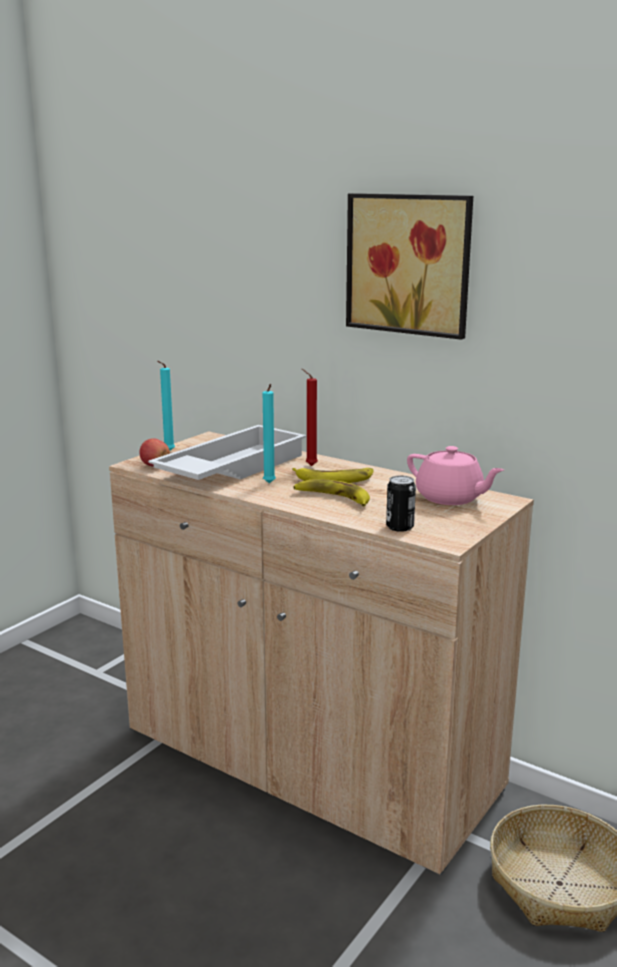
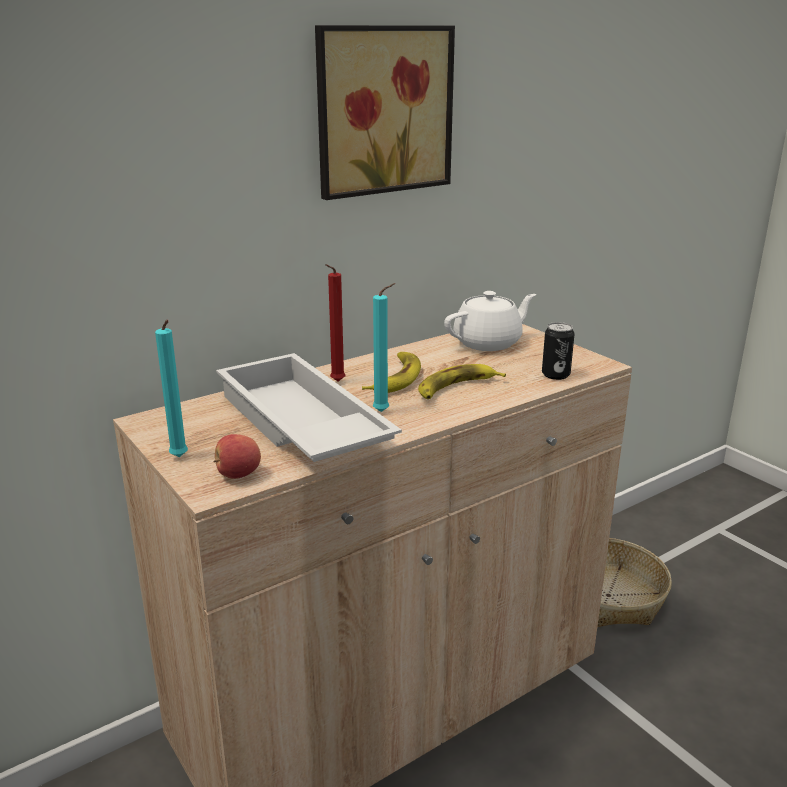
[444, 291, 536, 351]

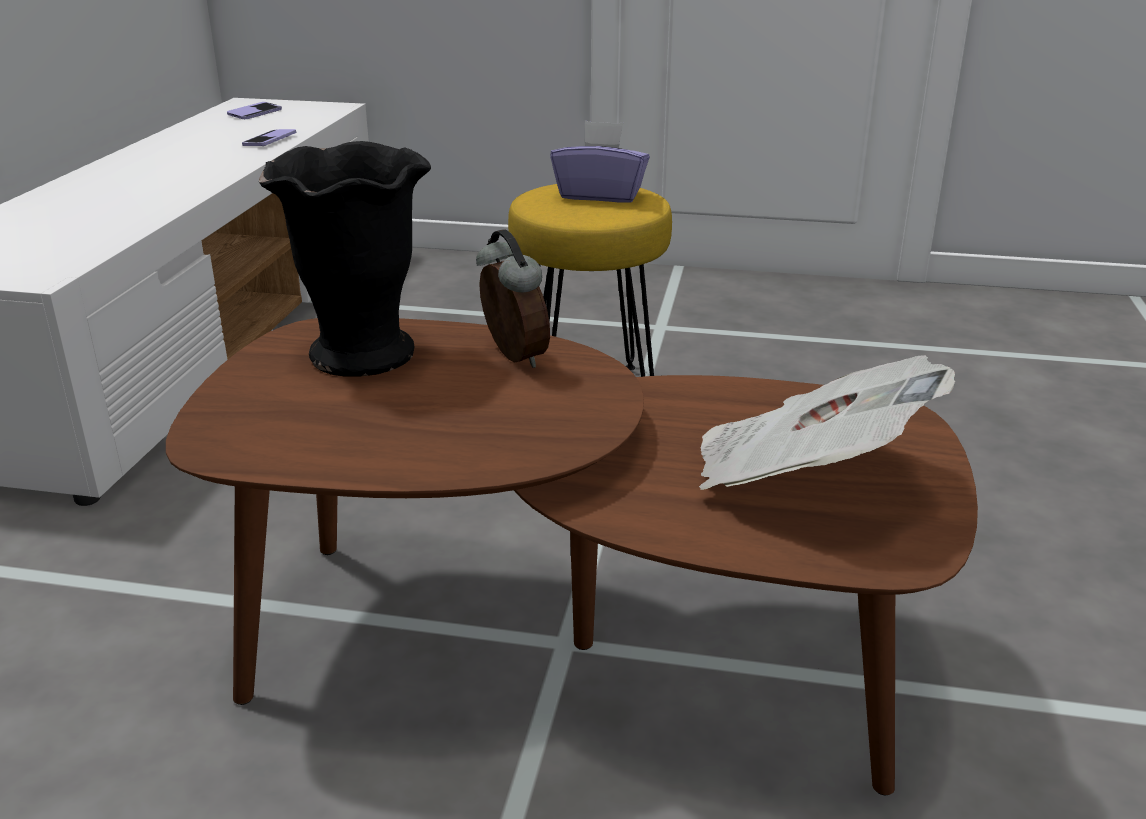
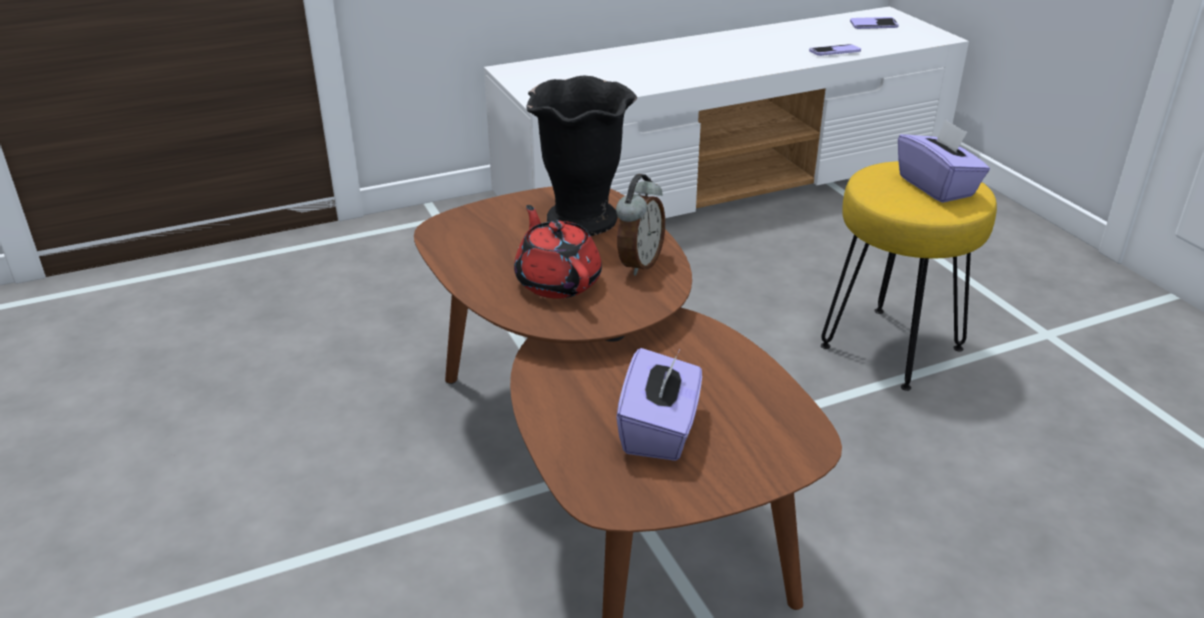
[616, 348, 702, 461]
[514, 205, 602, 298]

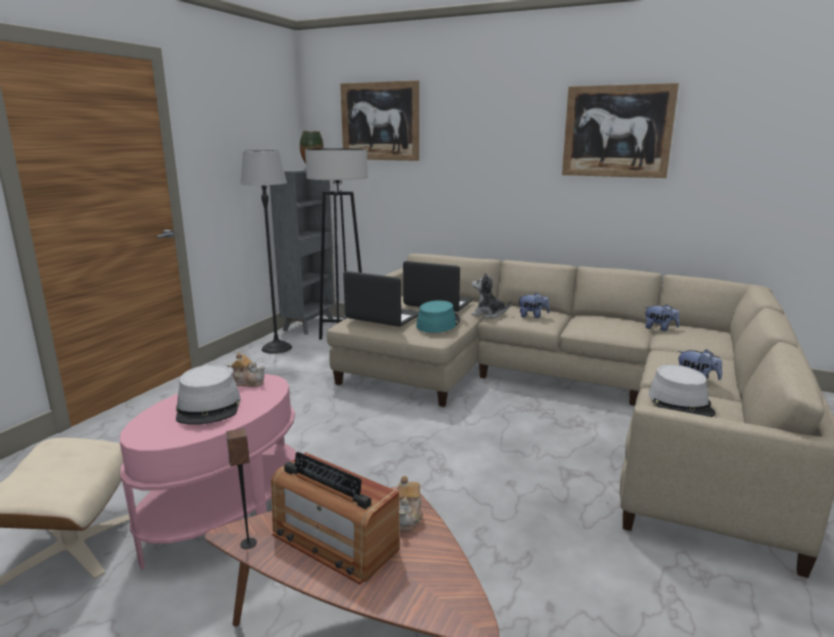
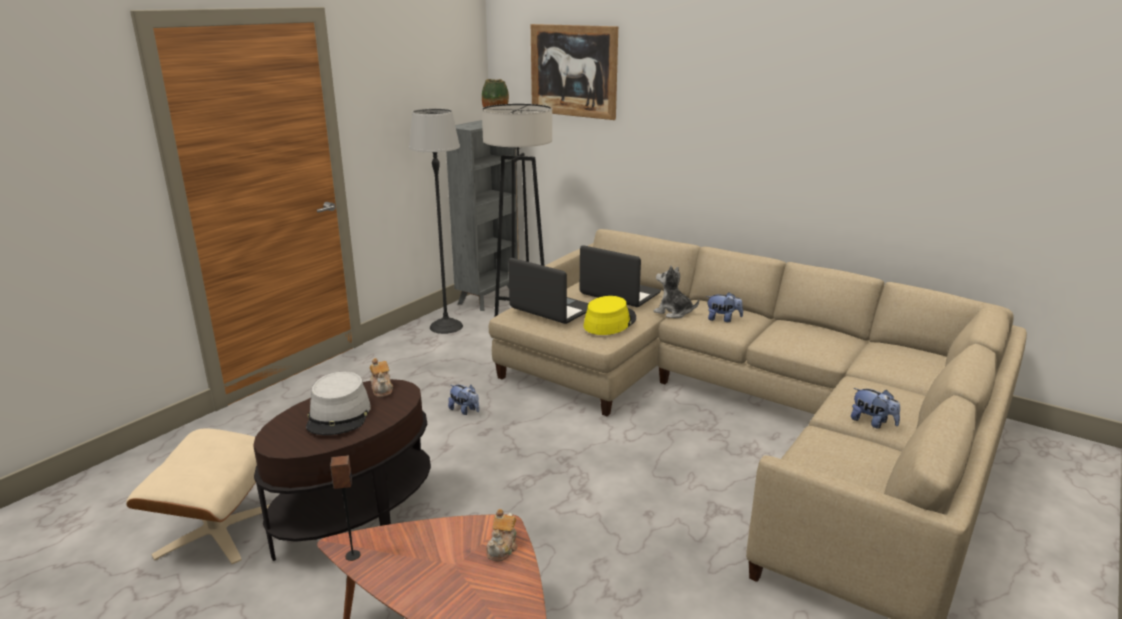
[562, 83, 679, 178] (first image)
[584, 296, 636, 335]
[448, 385, 479, 415]
[370, 358, 393, 397]
[648, 365, 716, 417] (first image)
[253, 379, 431, 561]
[271, 452, 400, 584] (first image)

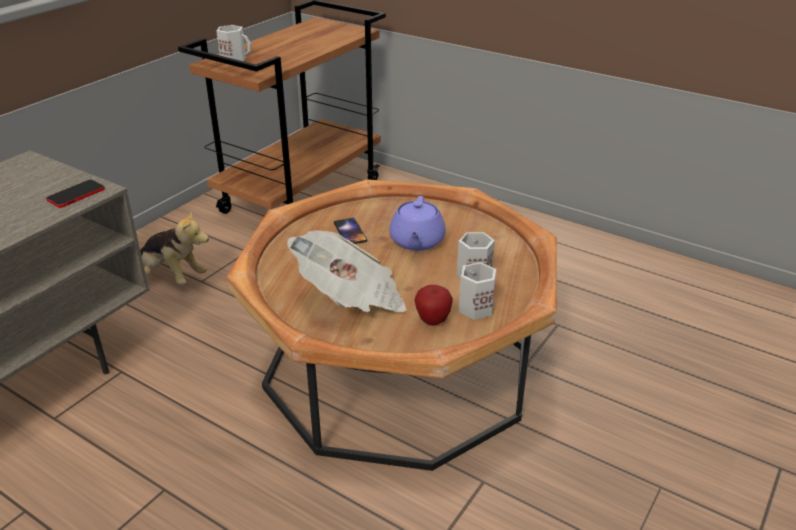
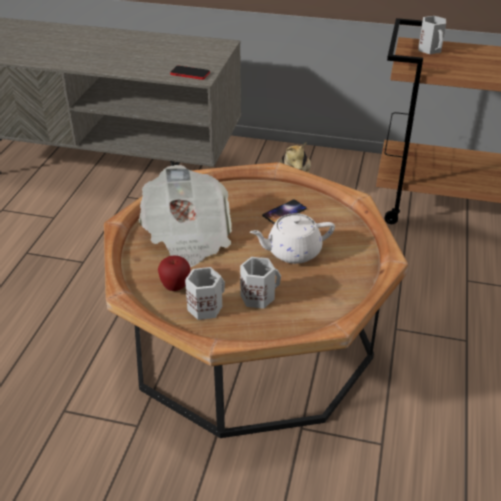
[250, 213, 335, 264]

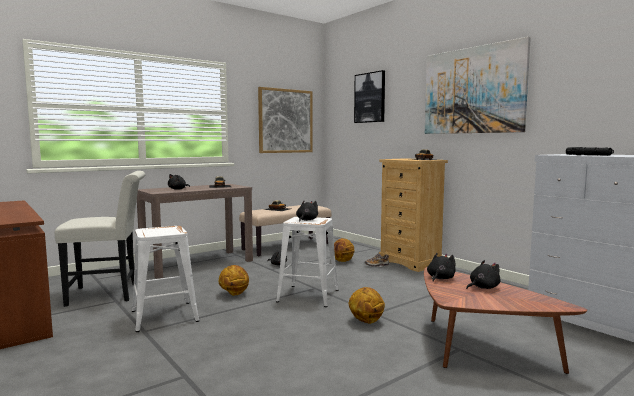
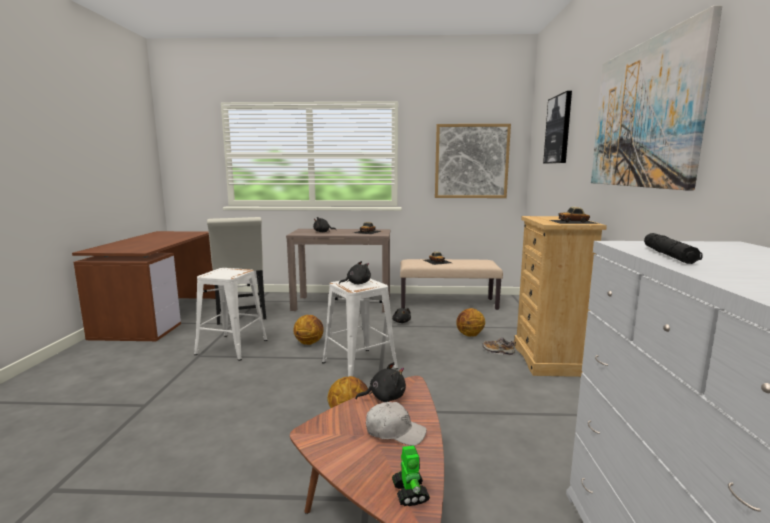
[207, 217, 266, 325]
[366, 402, 427, 446]
[392, 445, 430, 506]

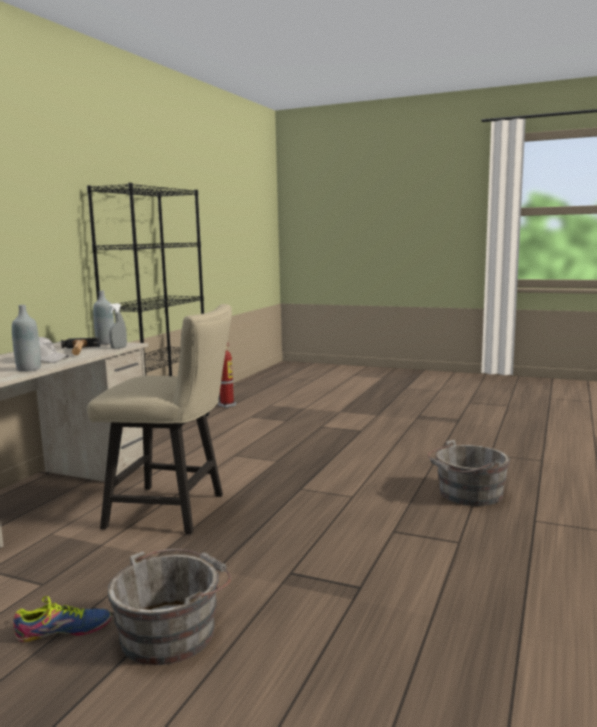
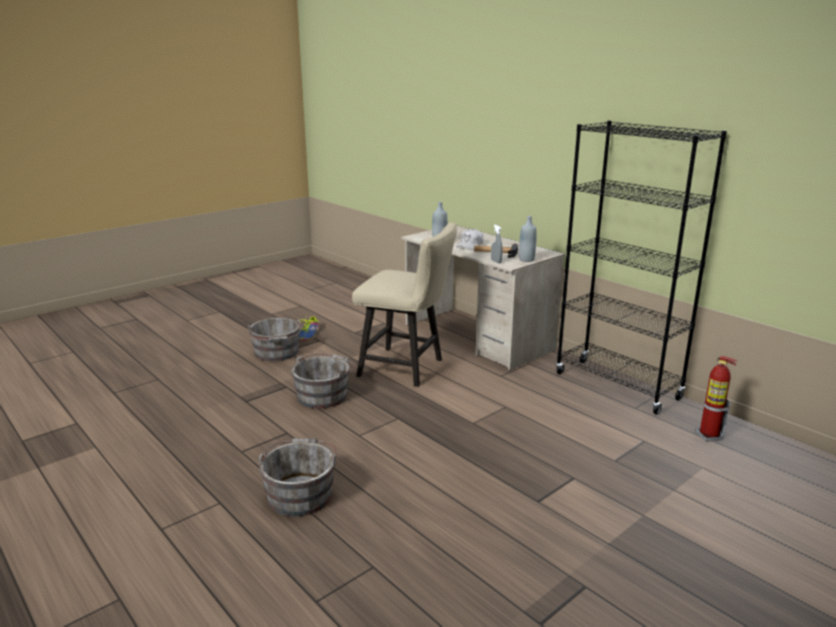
[352, 223, 457, 387]
[291, 354, 356, 409]

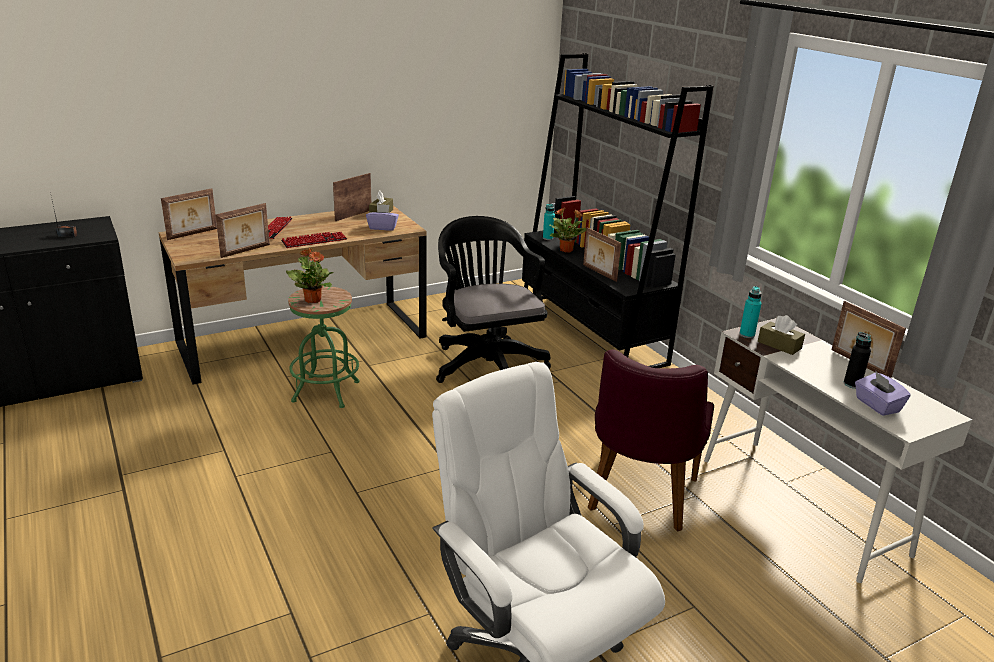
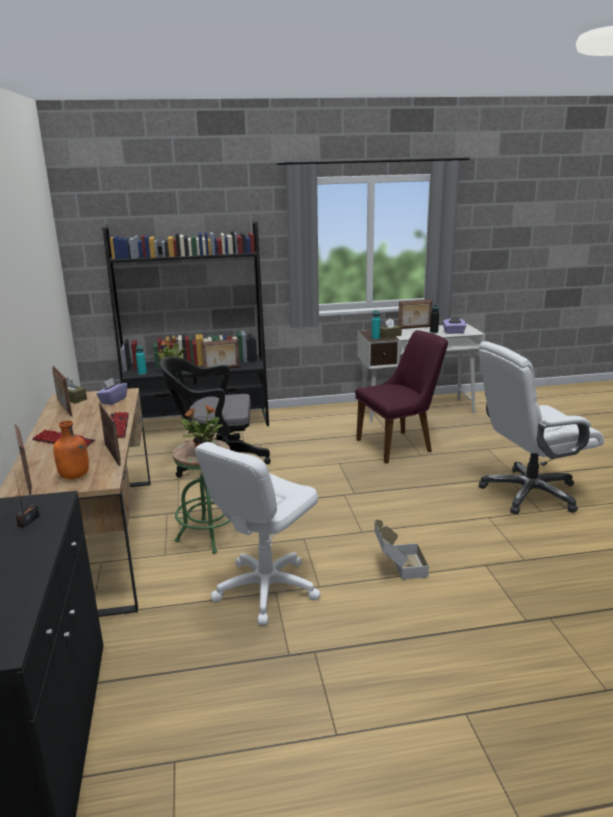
[355, 330, 448, 464]
[53, 421, 89, 479]
[195, 442, 321, 625]
[375, 520, 429, 580]

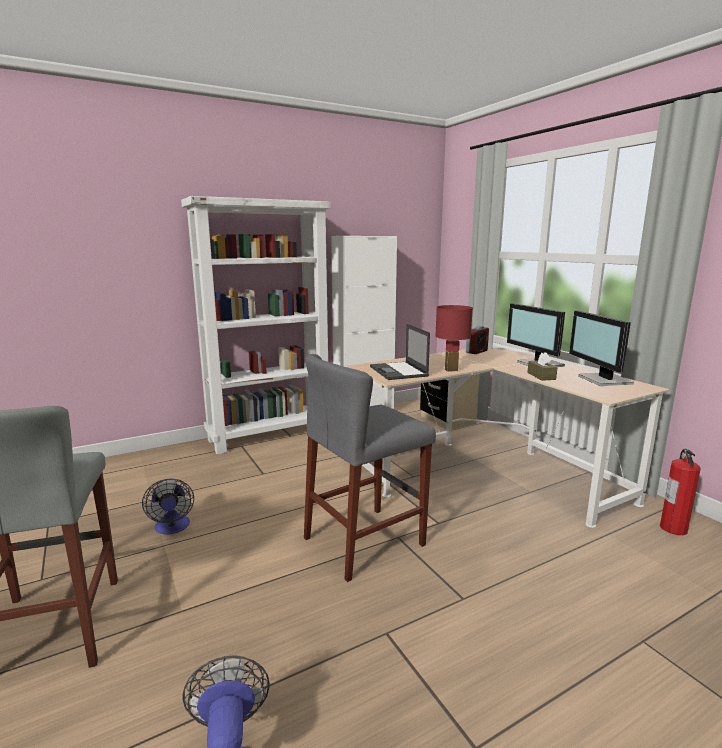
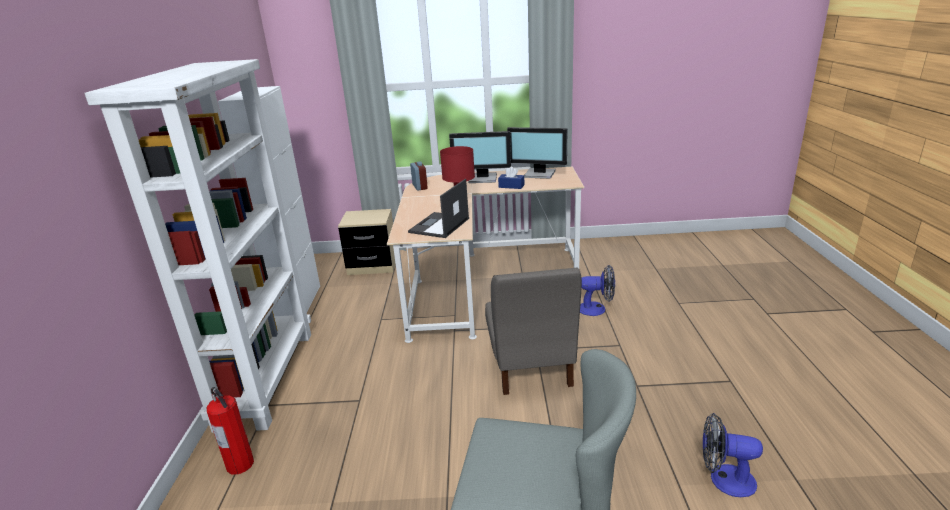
[408, 179, 469, 238]
[498, 167, 524, 189]
[485, 268, 582, 395]
[207, 387, 254, 474]
[580, 265, 615, 316]

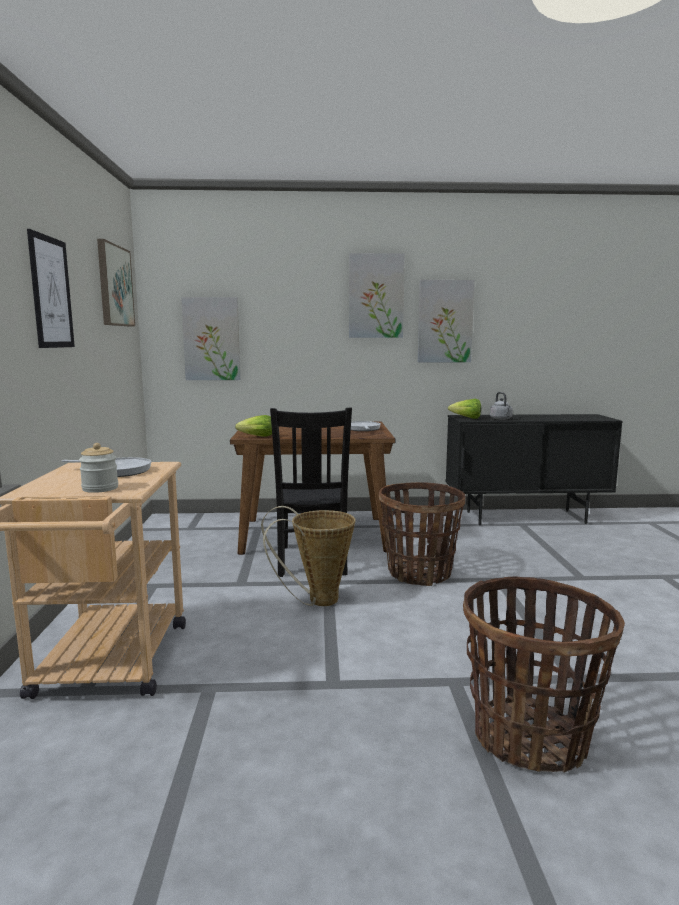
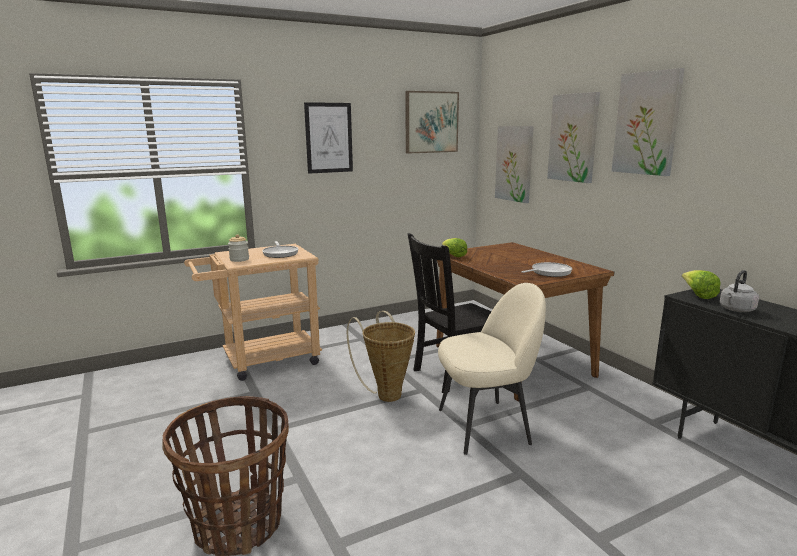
[547, 92, 600, 183]
[438, 283, 546, 455]

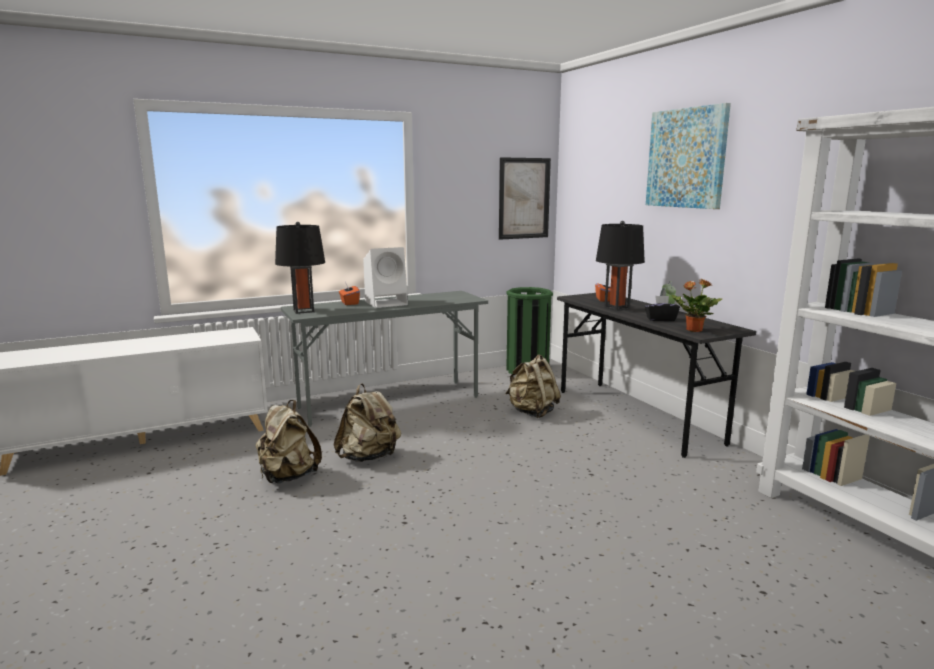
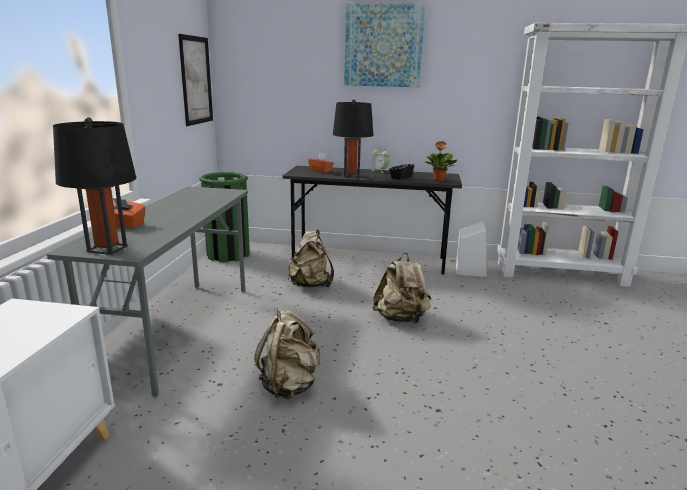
[456, 222, 487, 277]
[372, 253, 431, 324]

